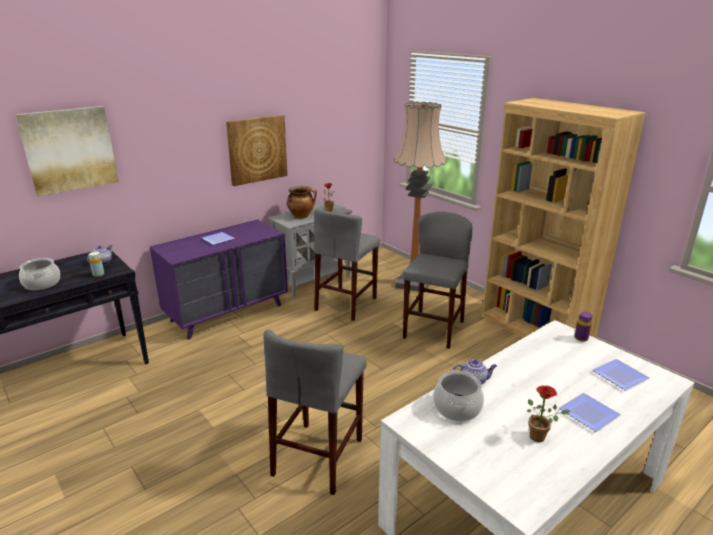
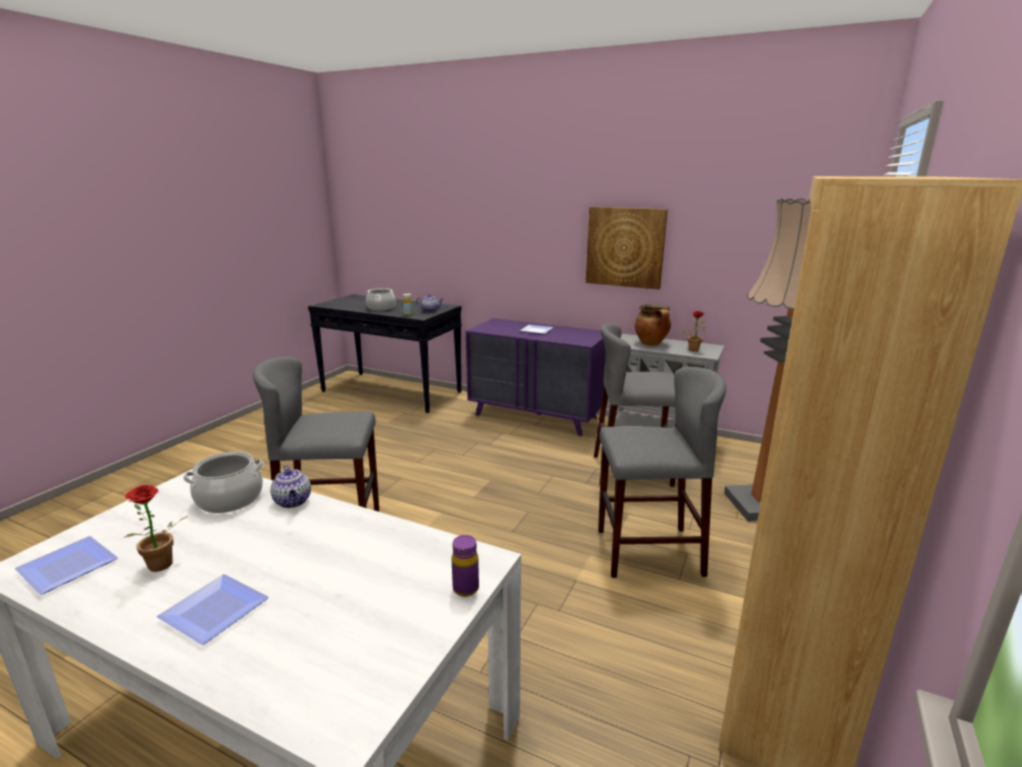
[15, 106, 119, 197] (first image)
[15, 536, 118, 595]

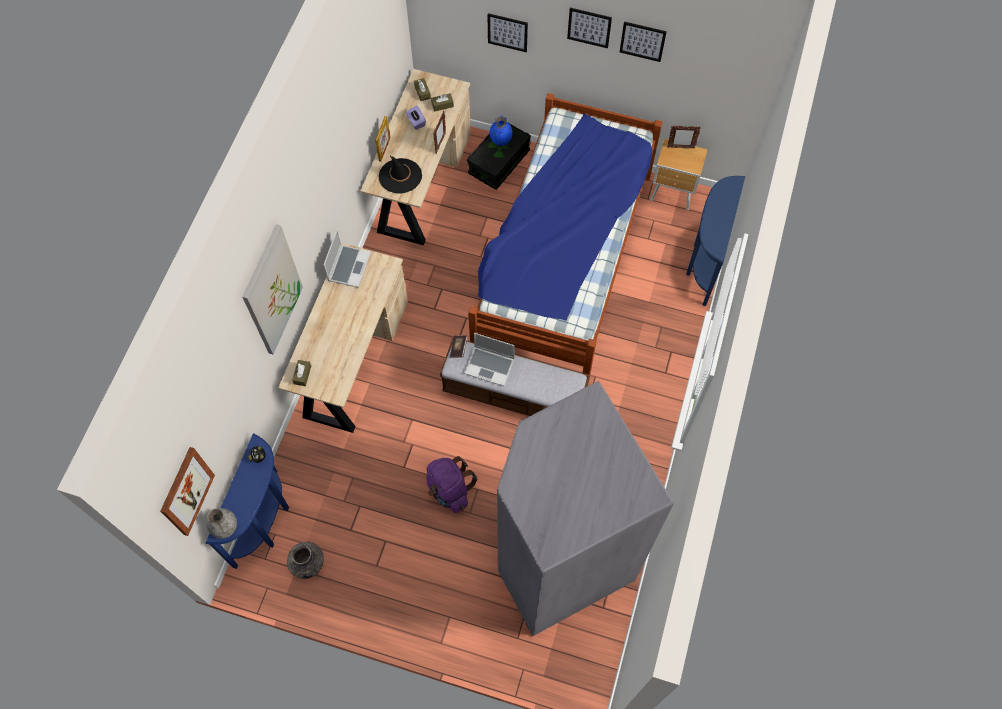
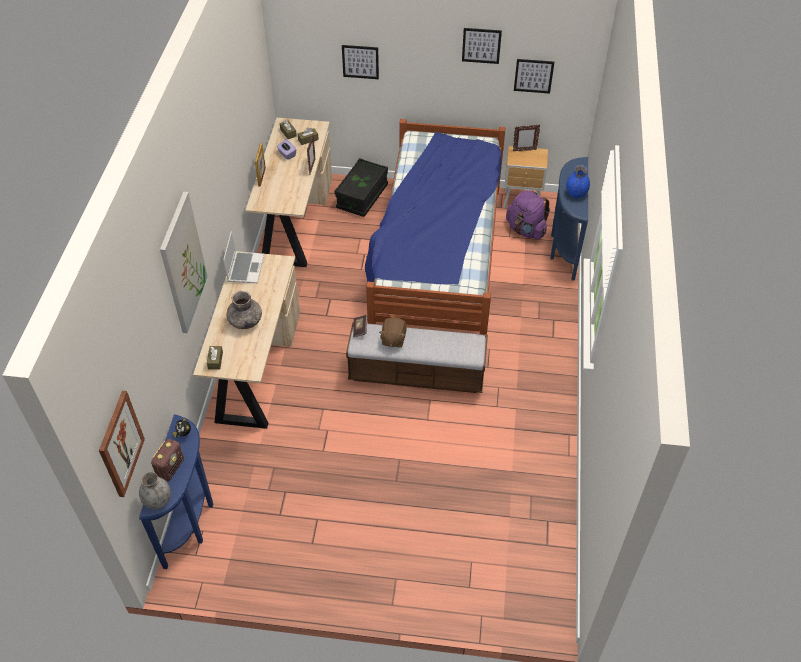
[514, 59, 554, 94]
[566, 165, 590, 198]
[379, 156, 422, 194] (first image)
[379, 317, 407, 348]
[497, 381, 674, 636] (first image)
[506, 190, 550, 240]
[226, 291, 262, 329]
[151, 439, 184, 482]

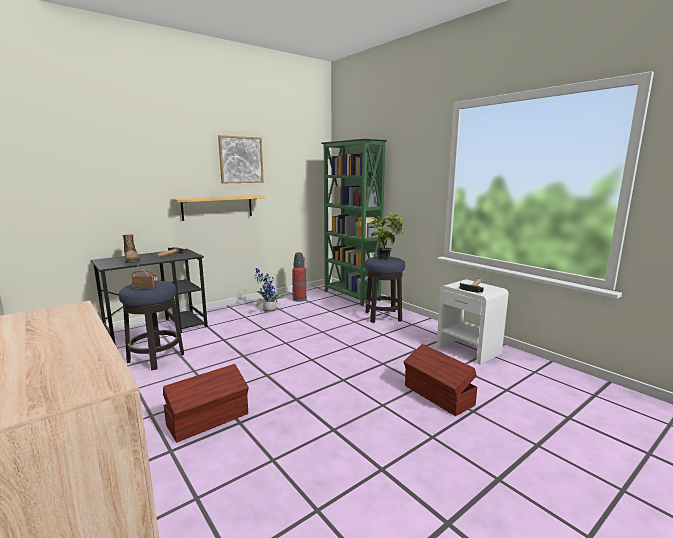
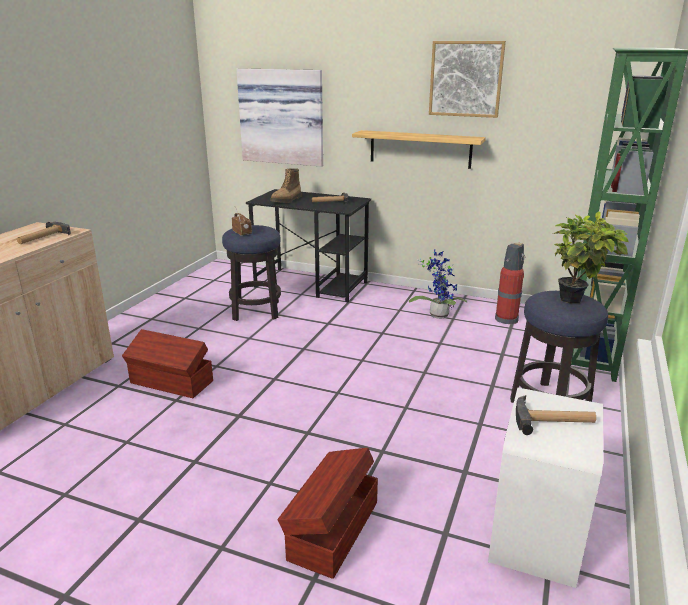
[236, 68, 323, 167]
[17, 222, 71, 244]

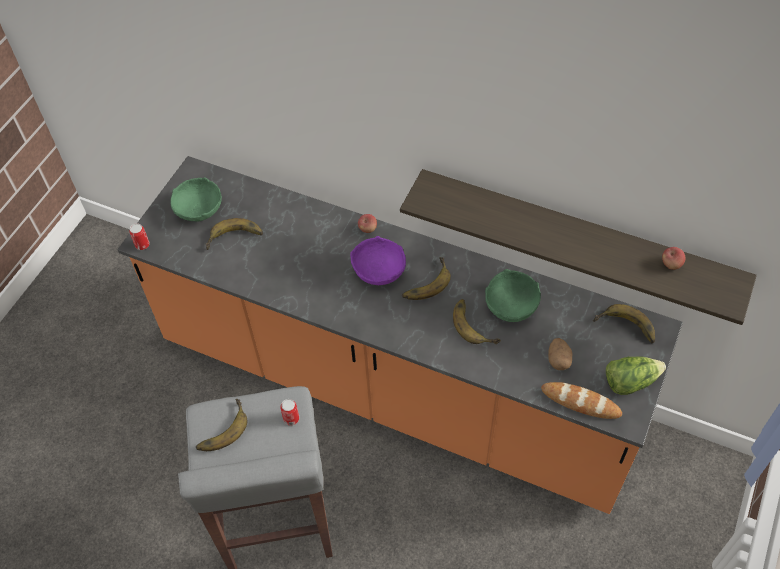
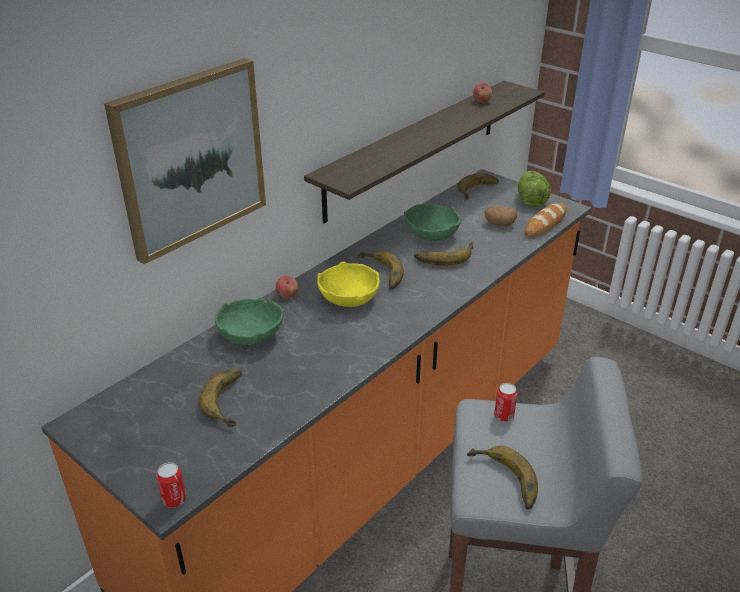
[215, 297, 284, 345]
[317, 261, 380, 307]
[104, 58, 266, 264]

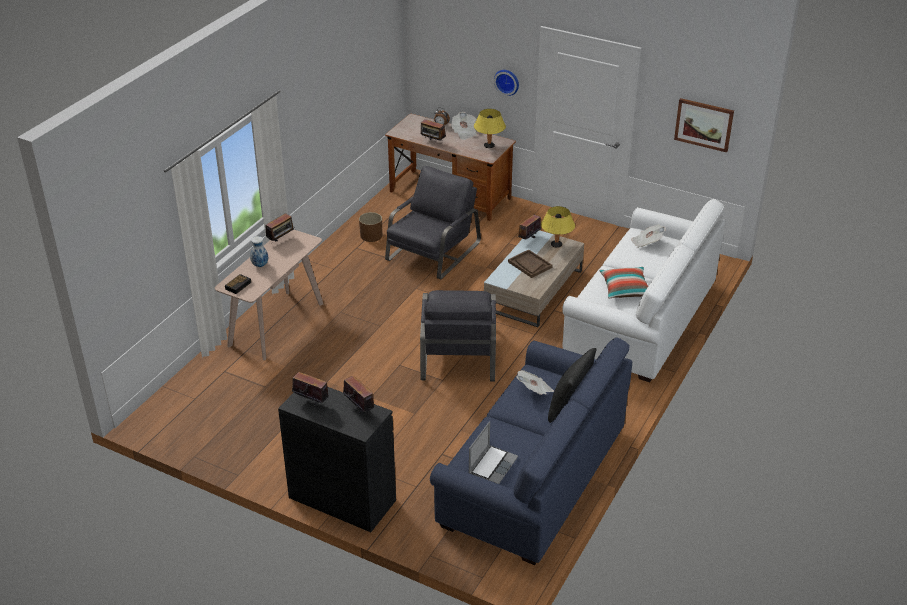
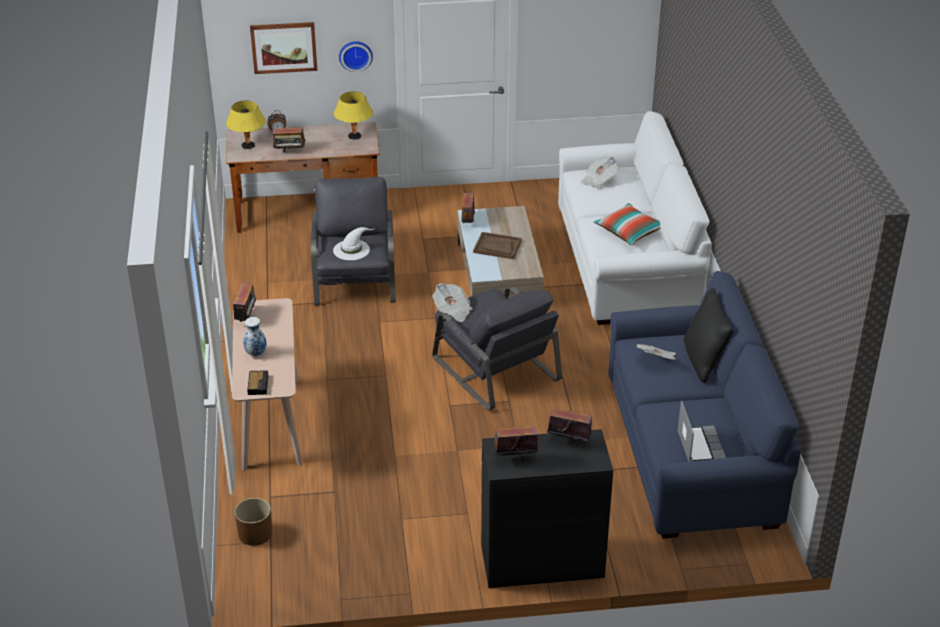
[250, 22, 317, 74]
[433, 283, 473, 322]
[226, 101, 266, 149]
[234, 498, 272, 546]
[333, 227, 375, 260]

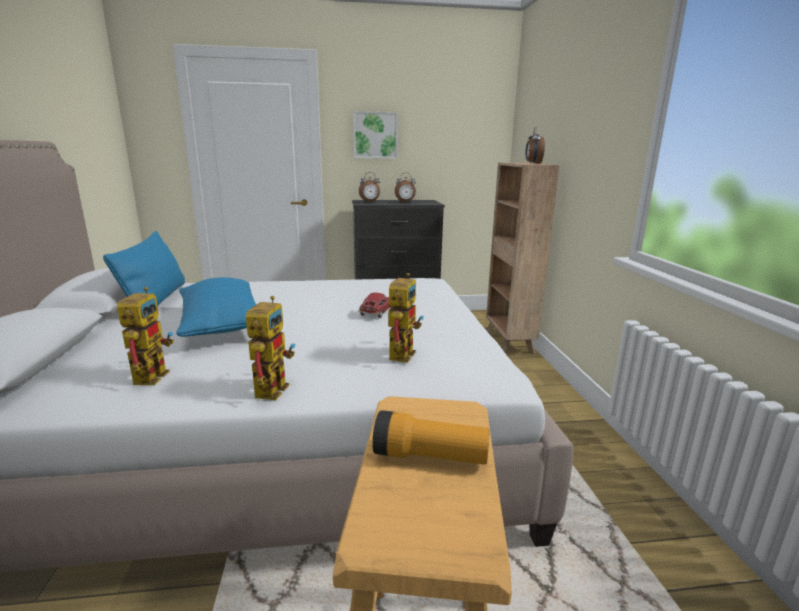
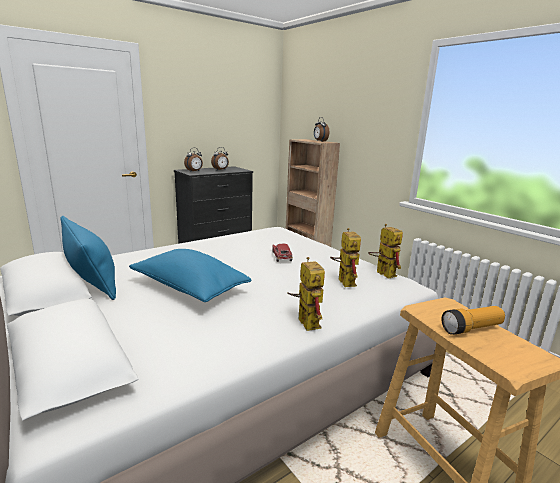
[353, 111, 398, 159] (first image)
[368, 224, 403, 279]

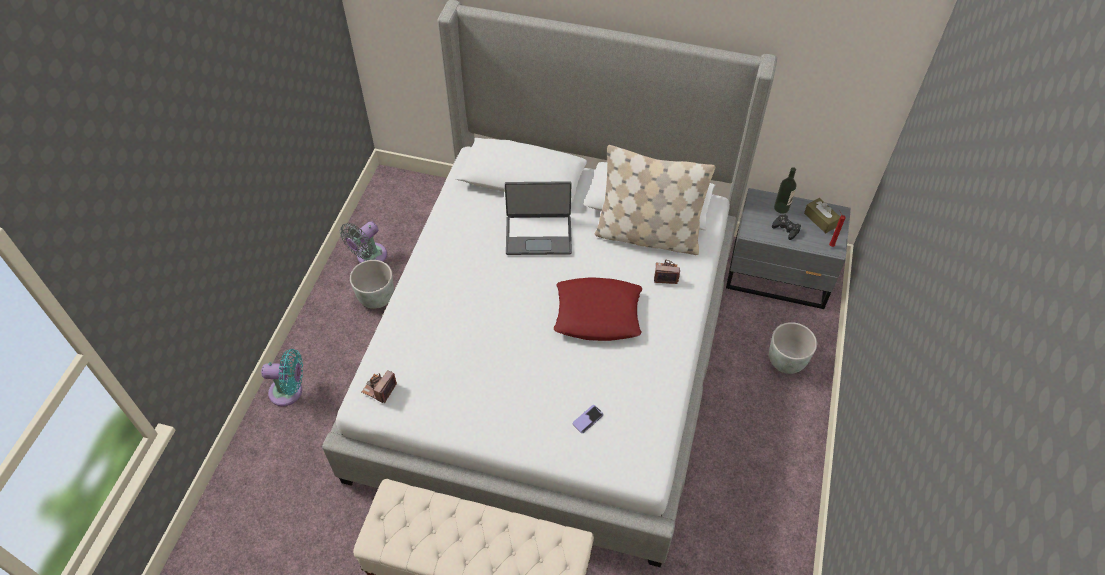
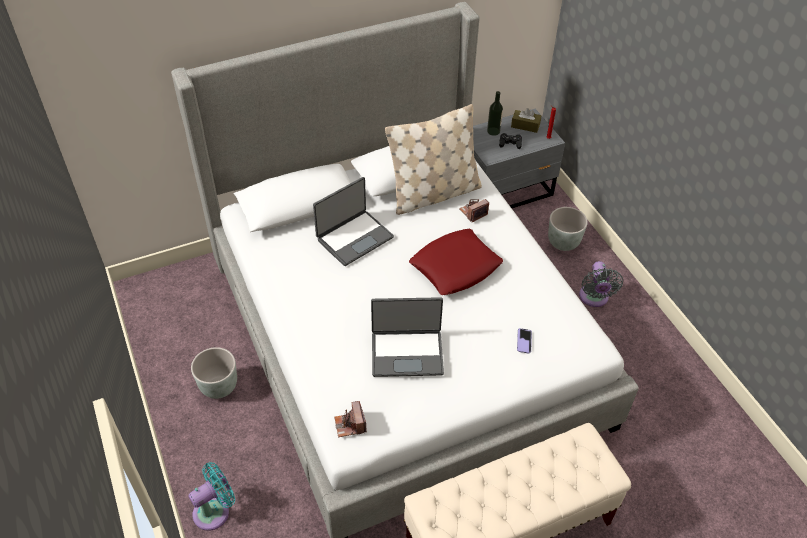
[579, 261, 623, 307]
[371, 297, 444, 377]

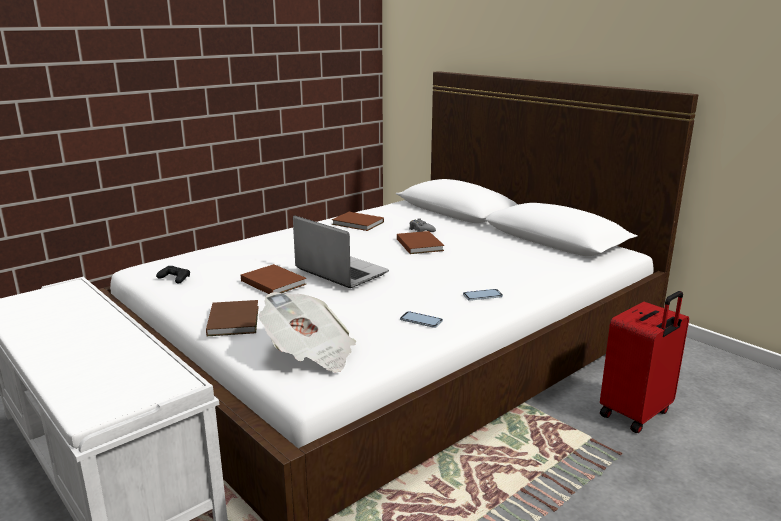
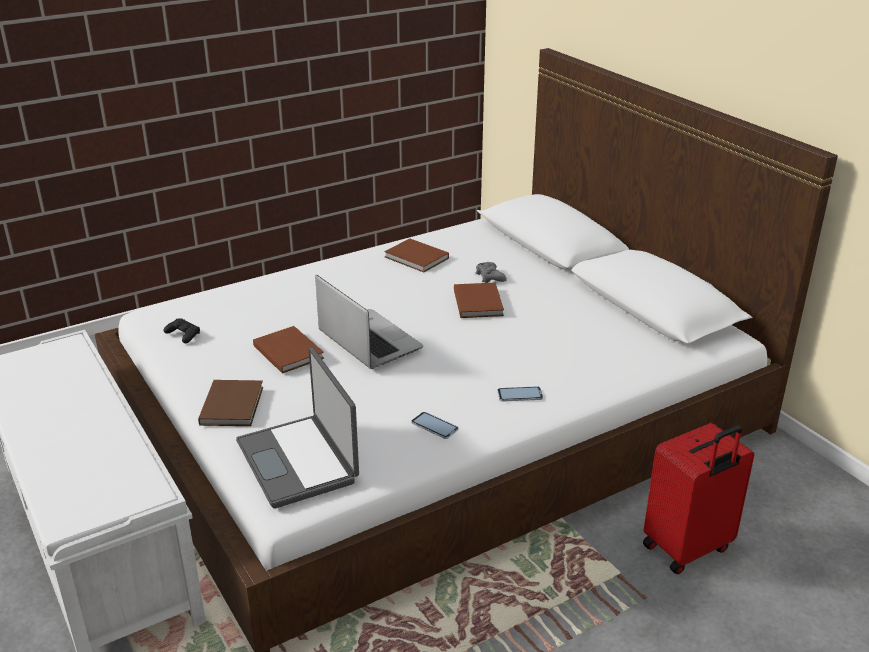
[236, 347, 359, 508]

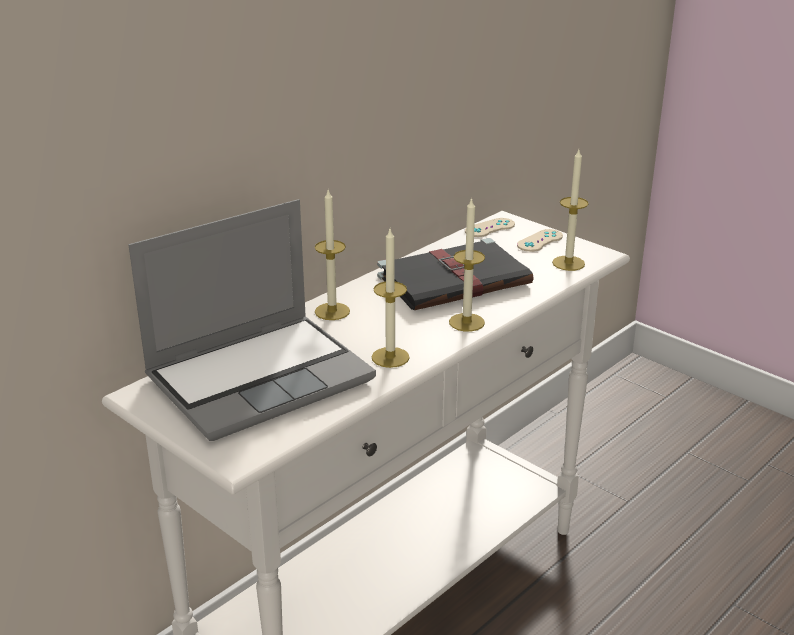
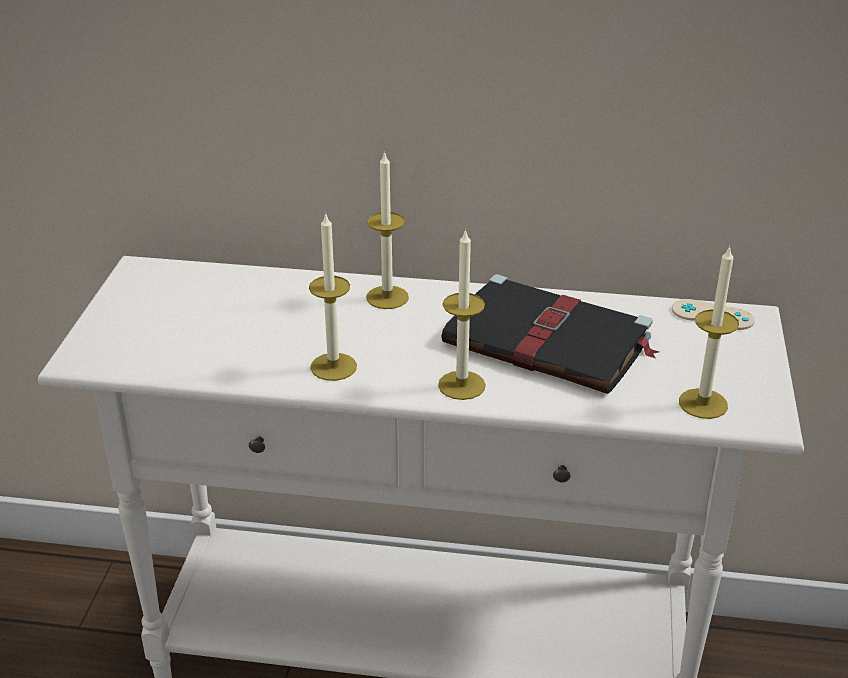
[128, 199, 376, 441] (first image)
[517, 229, 563, 252] (first image)

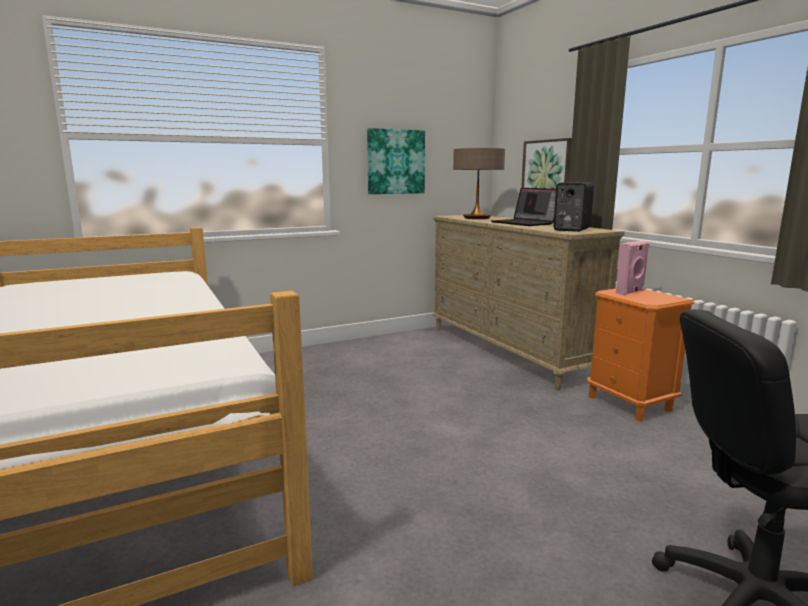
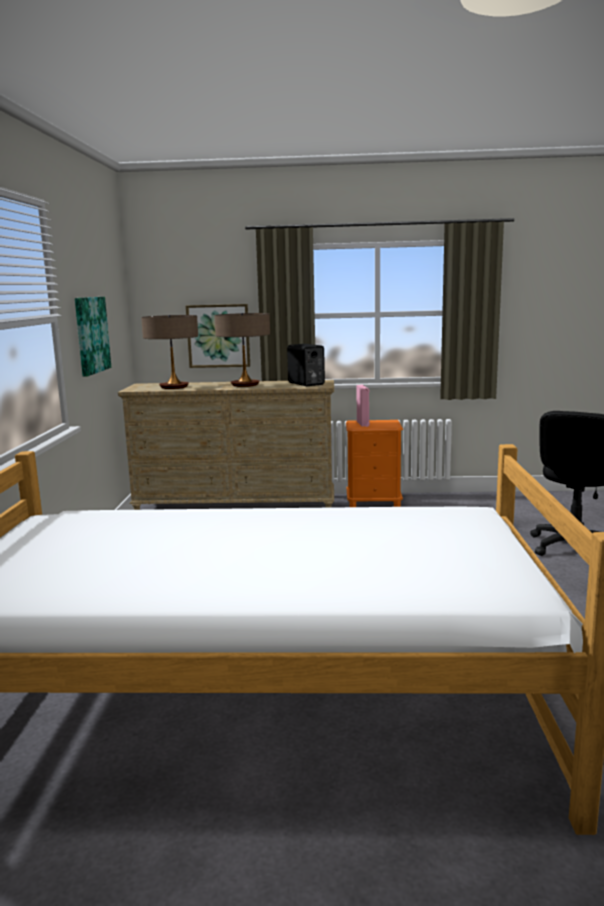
[214, 313, 270, 387]

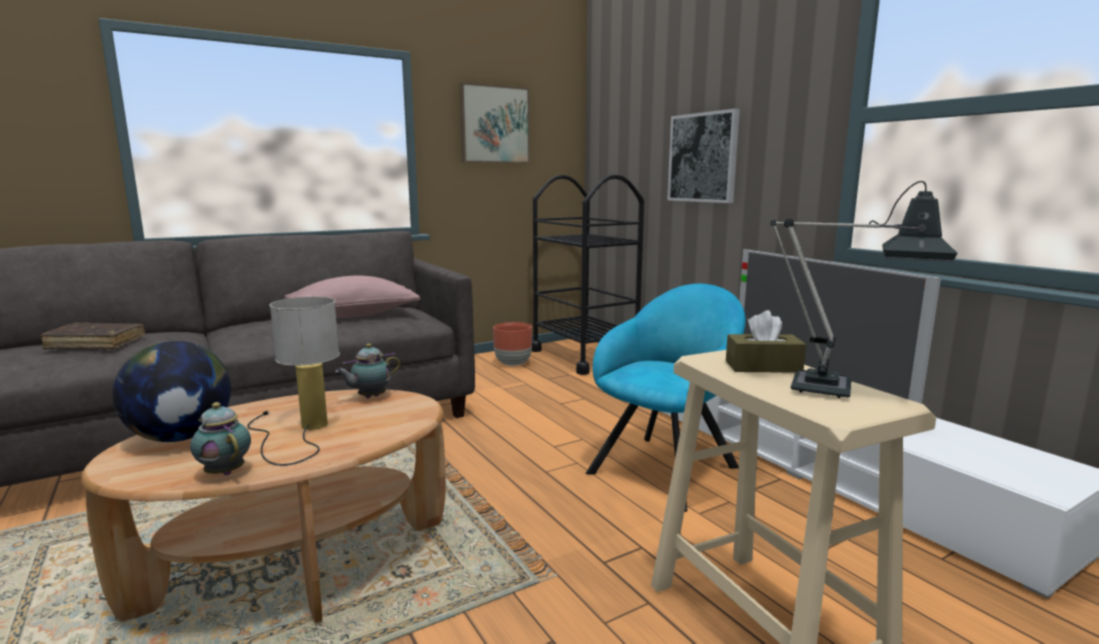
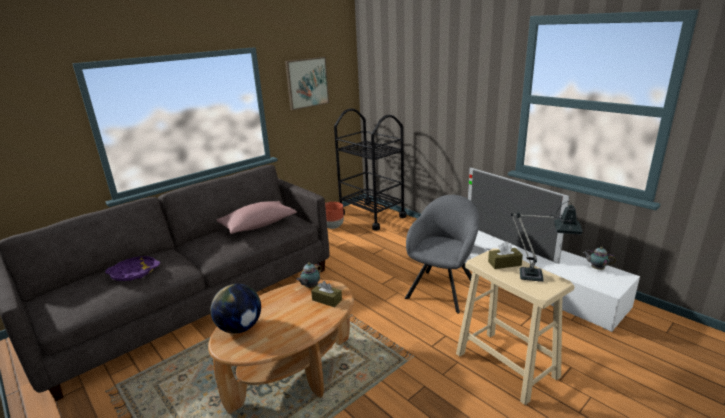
[667, 109, 740, 203] (first image)
[405, 195, 479, 314]
[247, 297, 340, 466] (first image)
[105, 256, 160, 281]
[583, 247, 616, 270]
[311, 281, 342, 307]

